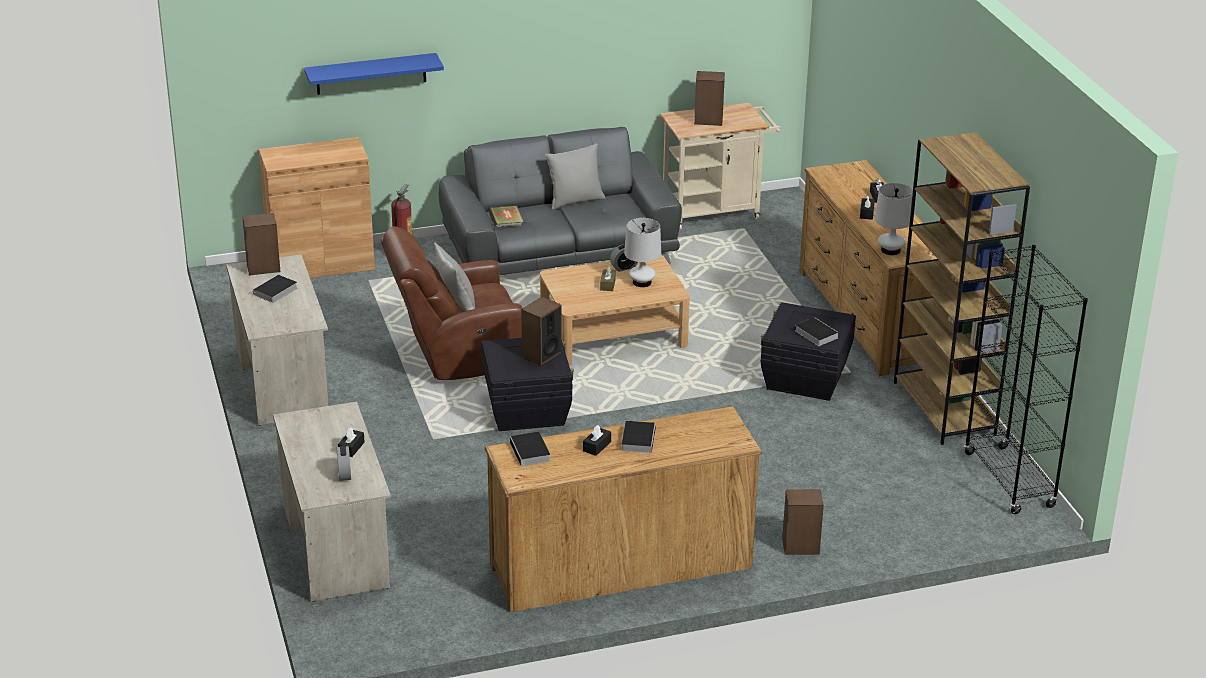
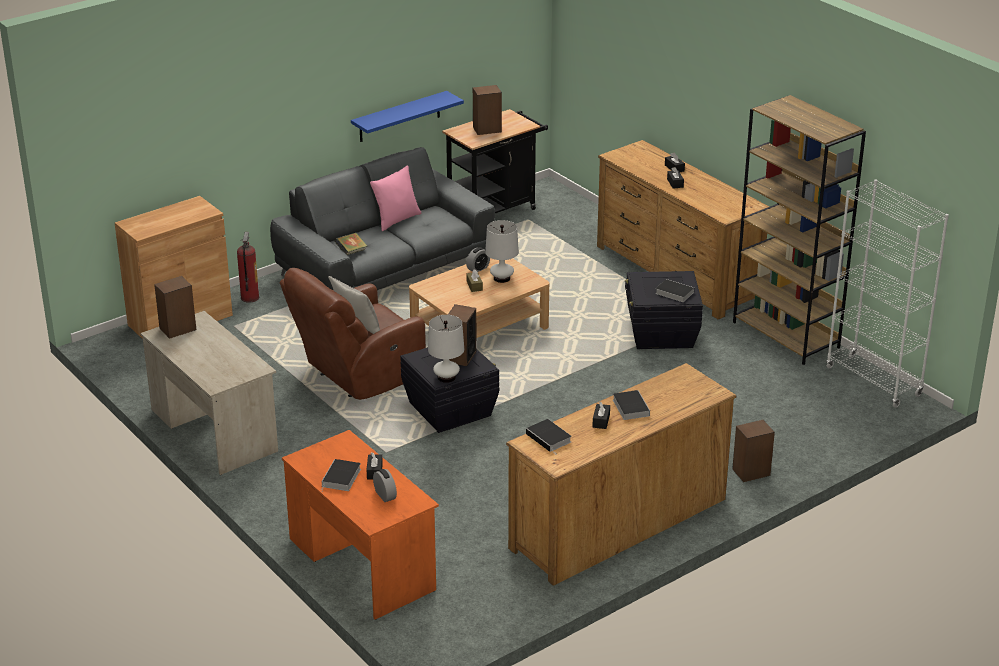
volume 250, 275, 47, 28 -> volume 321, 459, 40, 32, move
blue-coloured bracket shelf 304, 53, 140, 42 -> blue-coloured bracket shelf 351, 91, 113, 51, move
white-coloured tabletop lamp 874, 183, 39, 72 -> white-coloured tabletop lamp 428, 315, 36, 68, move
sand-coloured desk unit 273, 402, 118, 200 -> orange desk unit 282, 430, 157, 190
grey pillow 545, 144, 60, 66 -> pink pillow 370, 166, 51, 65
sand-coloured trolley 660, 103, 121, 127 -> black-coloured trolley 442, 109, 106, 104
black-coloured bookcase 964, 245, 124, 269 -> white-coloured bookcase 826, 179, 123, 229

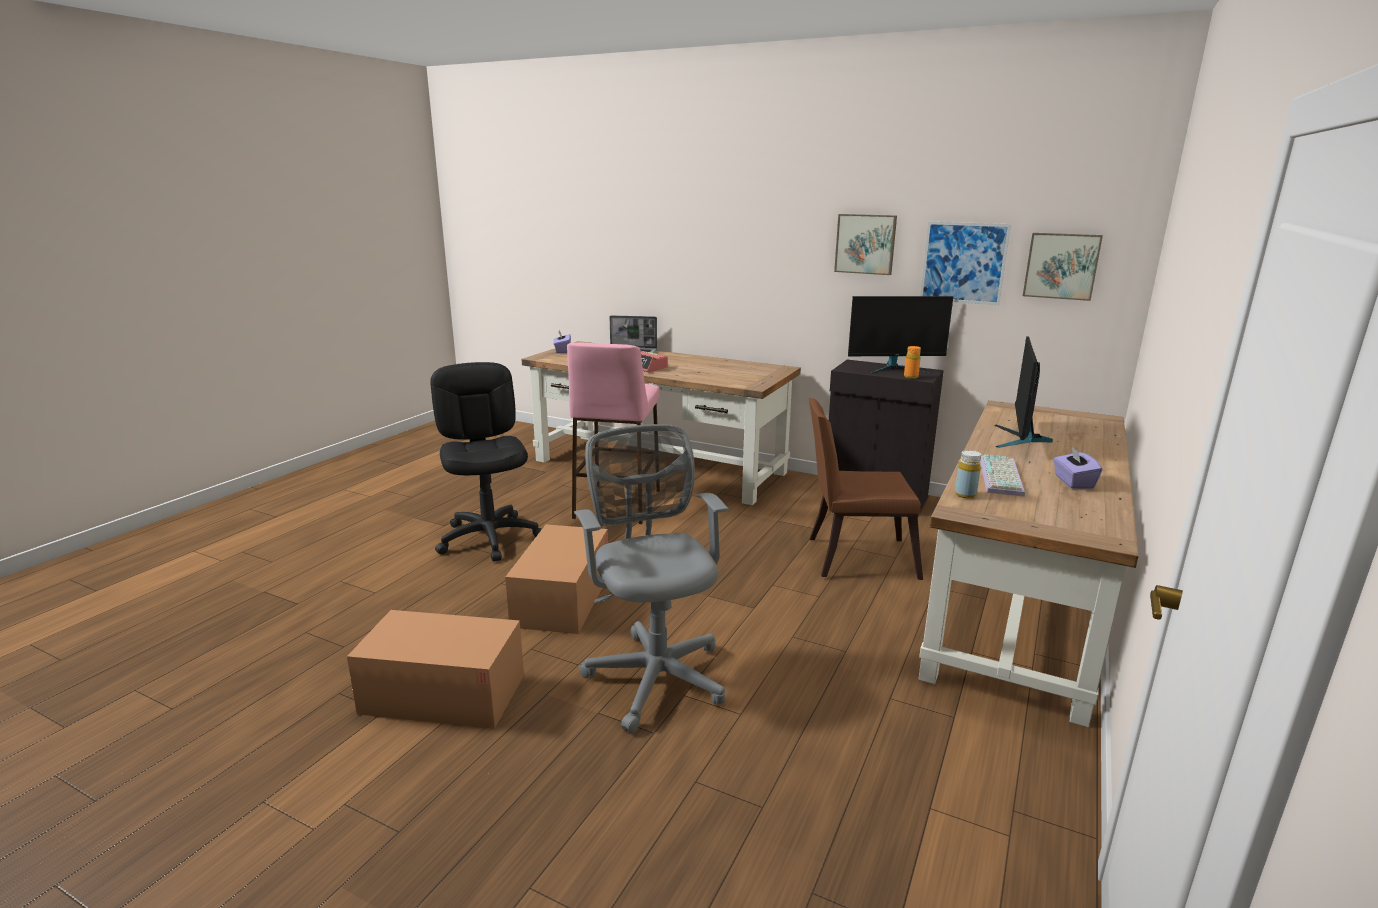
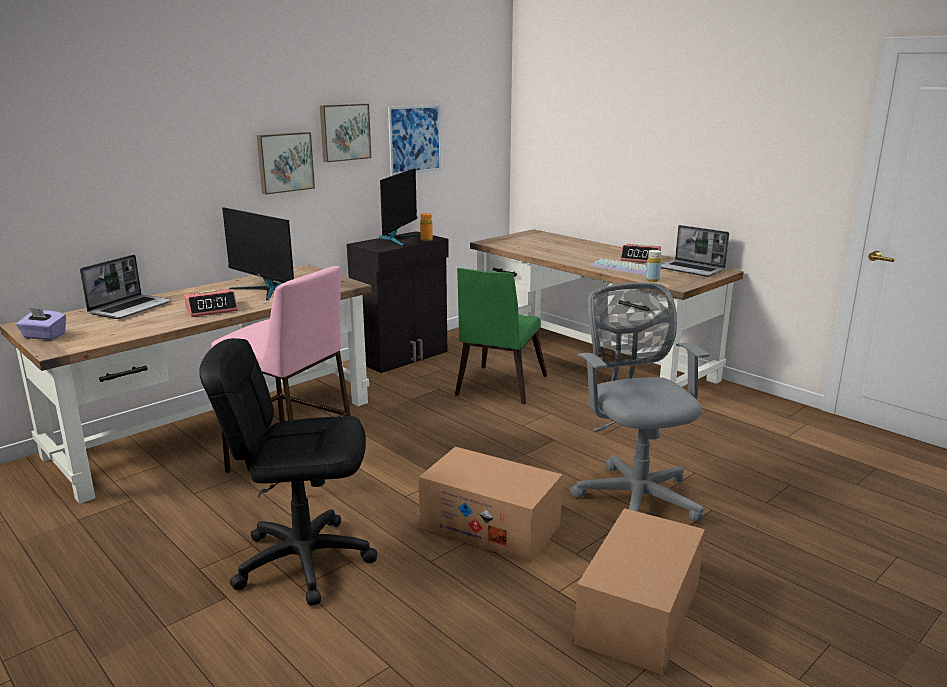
none -> notebook computer 661, 225, 68, 52
monitor 994, 336, 59, 112 -> monitor 222, 207, 72, 94, move
wall picture 1023, 233, 80, 68 -> wall picture 257, 132, 58, 63, move
purple tissue box 1053, 446, 49, 43 -> table clock 621, 244, 40, 19
brown chair 809, 398, 114, 182 -> green chair 455, 268, 93, 137
grey desk chair 574, 424, 154, 309 -> grey desk chair 570, 283, 140, 238, 75 degrees clockwise

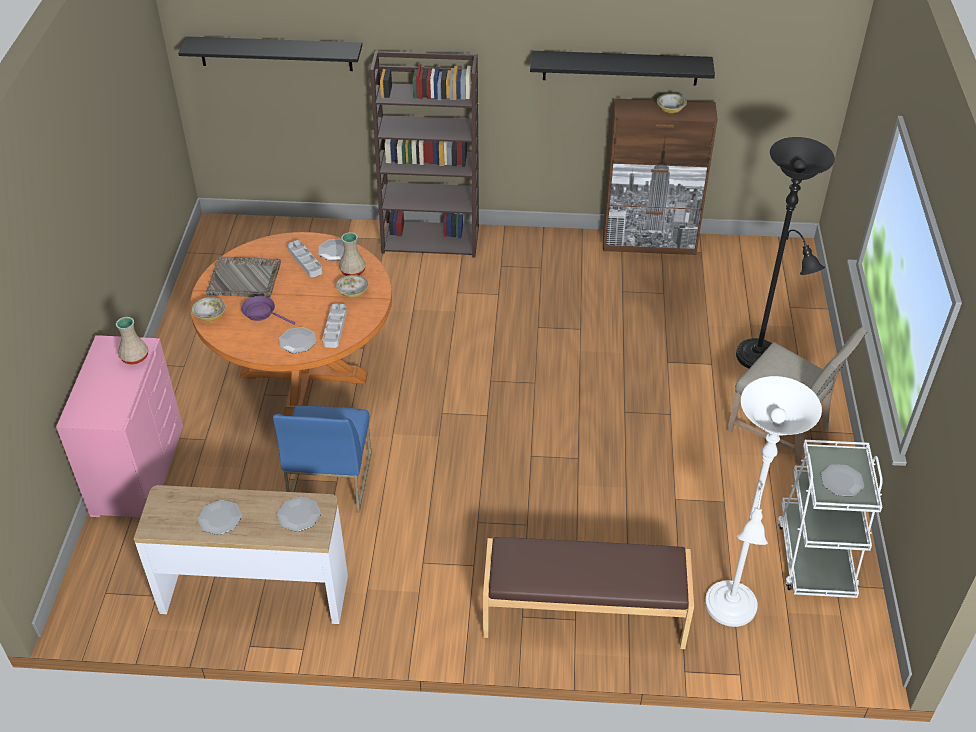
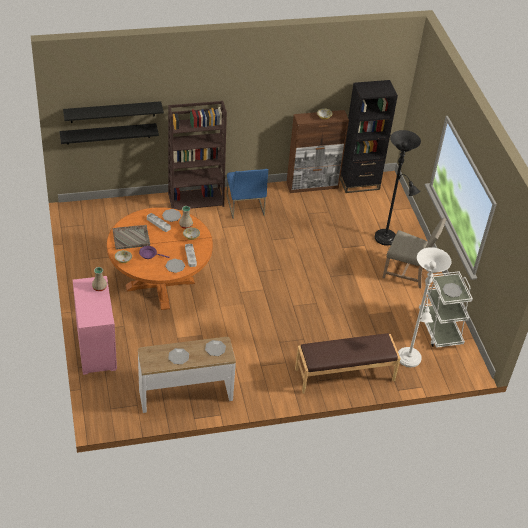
none -> black-coloured bookcase 340, 80, 58, 113
blue-coloured chair 273, 405, 99, 107 -> blue-coloured chair 227, 169, 41, 50, move
black-coloured bracket shelf 530, 51, 185, 35 -> black-coloured bracket shelf 59, 123, 100, 22, move

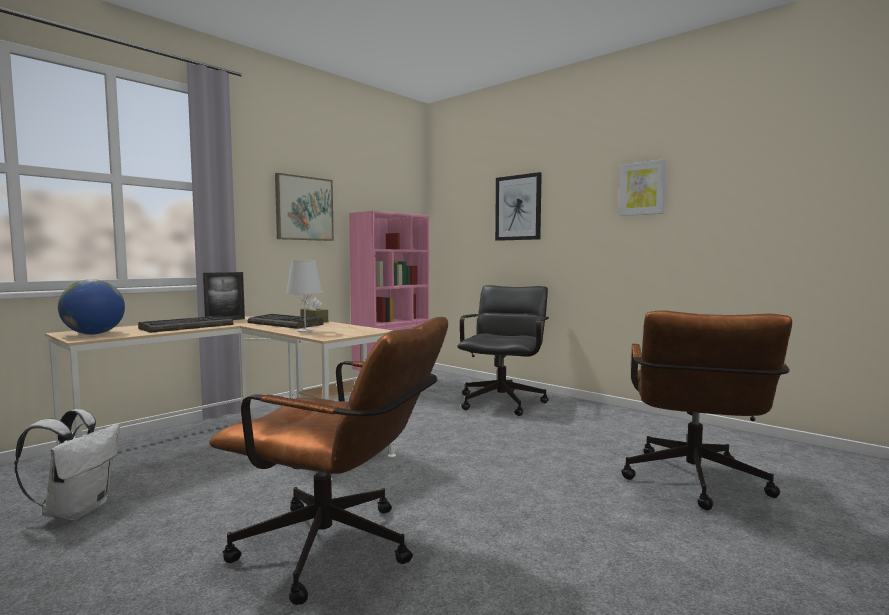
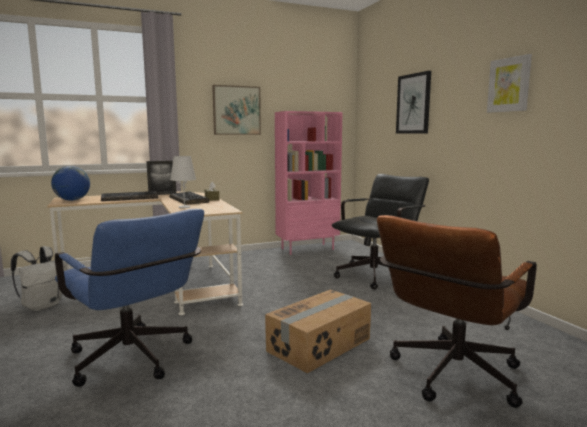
none -> carton 265, 290, 106, 83
brown desk chair 209, 317, 239, 288 -> blue-coloured desk chair 55, 209, 149, 178

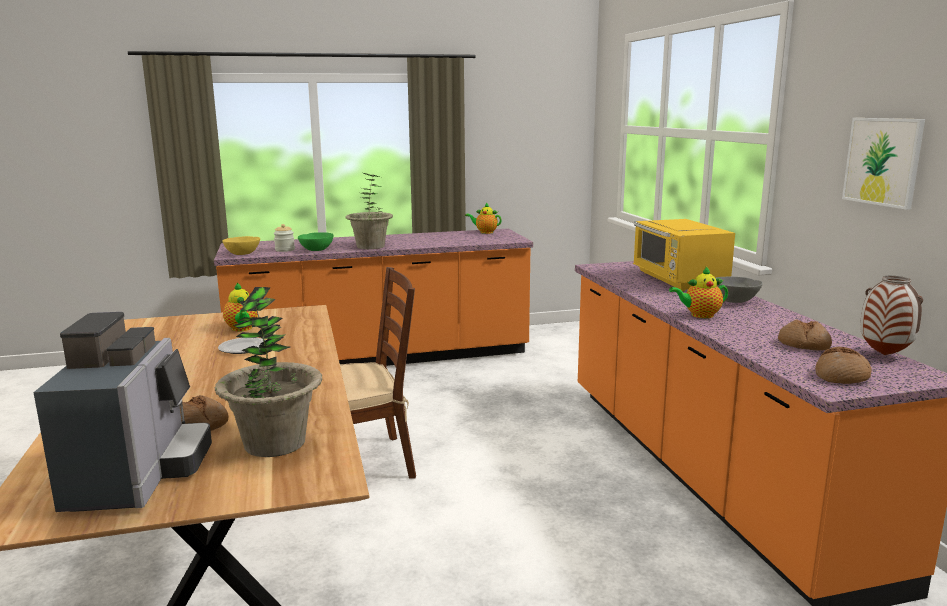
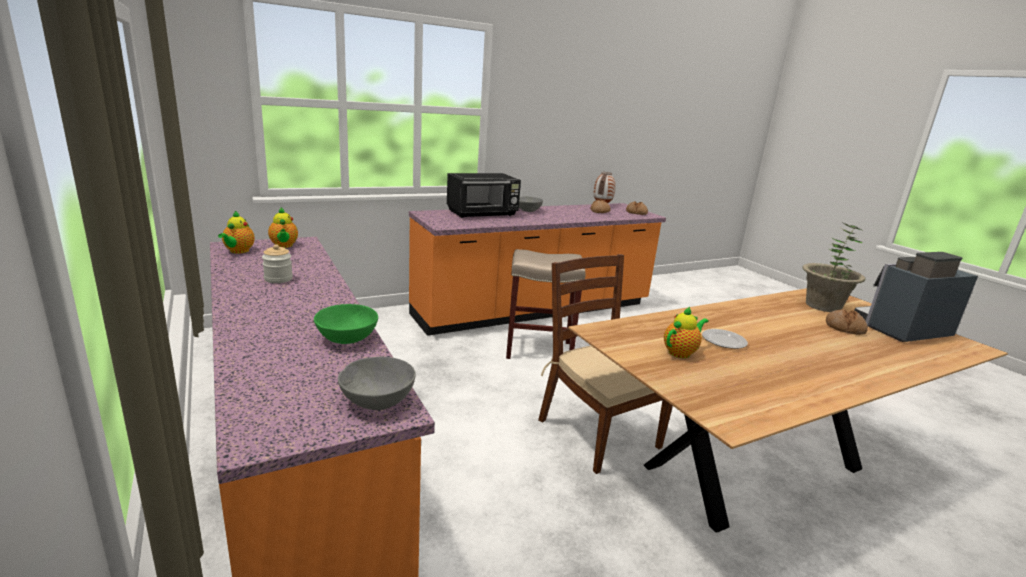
potted plant 345, 173, 48, 76 -> none
wall picture 842, 118, 83, 92 -> none
none -> sand-coloured stool seat 506, 249, 79, 110
preserve jar 274, 224, 21, 28 -> preserve jar 262, 244, 31, 39, move
teapot 669, 266, 59, 52 -> teapot 268, 207, 30, 41, move
yellowish deep dish 222, 236, 38, 19 -> grey deep dish 338, 357, 78, 53
yellowish microwave 633, 219, 102, 72 -> black-coloured microwave 447, 173, 74, 45

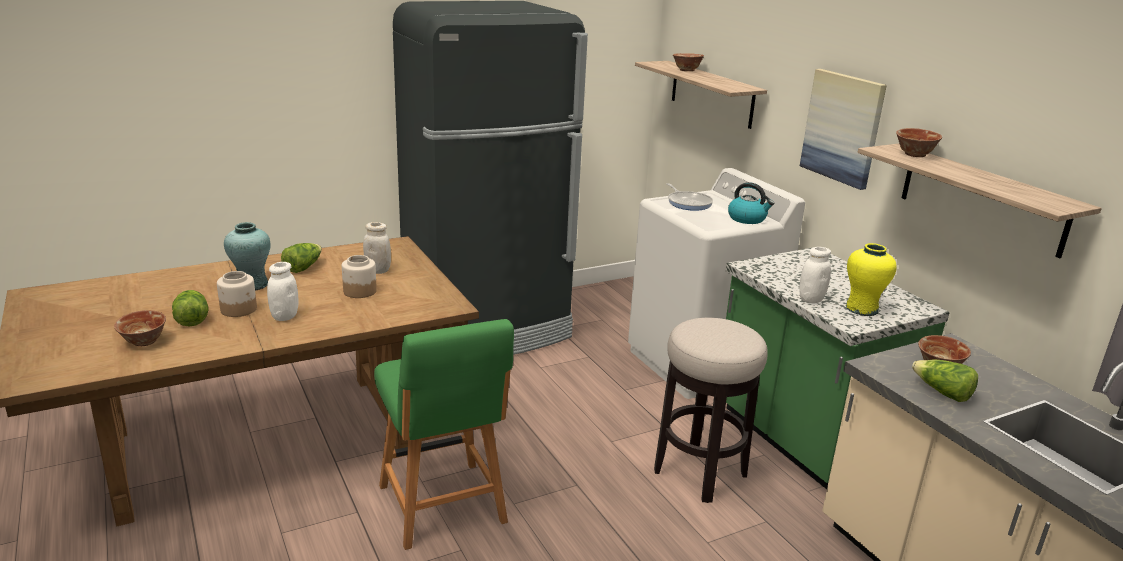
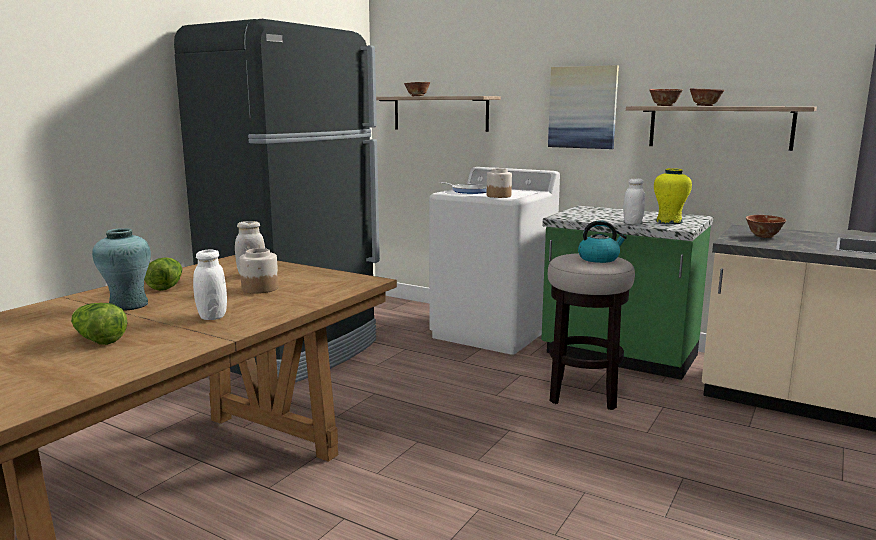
green chair 374, 319, 140, 231 -> none
lettuce 912, 360, 66, 42 -> none
deep dish 114, 310, 52, 36 -> deep dish 690, 88, 35, 18, move
preserve jar 217, 271, 40, 46 -> preserve jar 487, 168, 25, 30, move
tea kettle 728, 182, 46, 42 -> tea kettle 578, 220, 49, 43, move

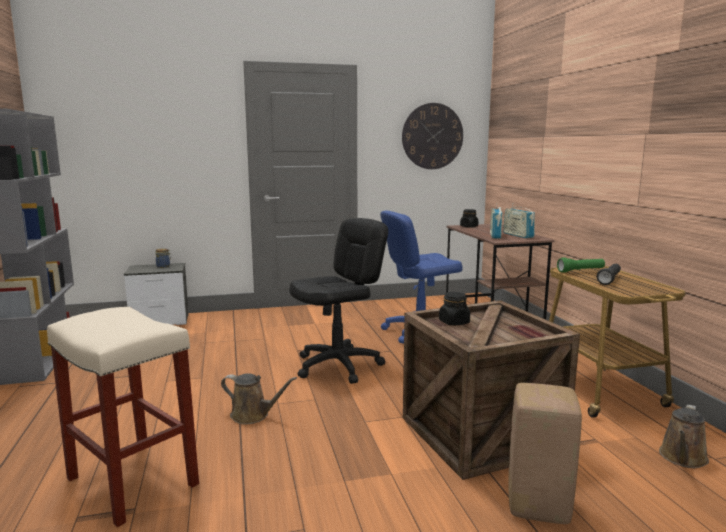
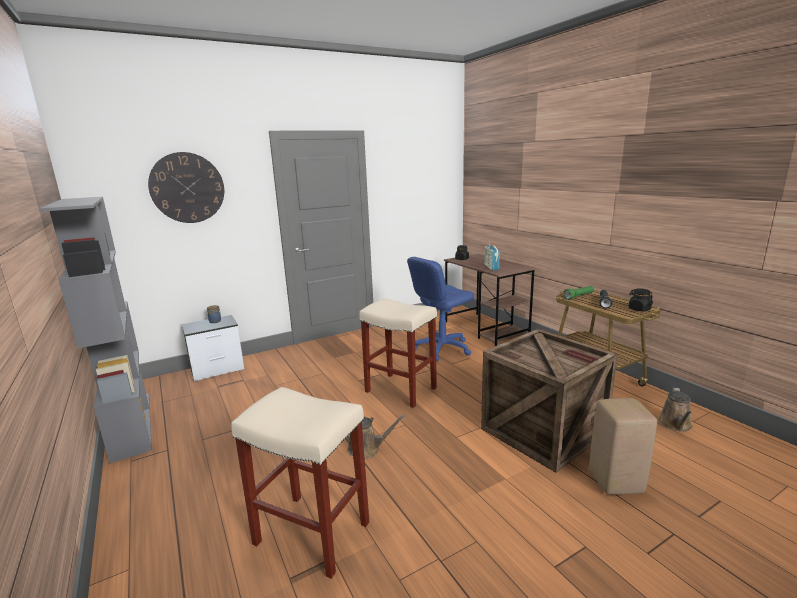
radio receiver 503, 203, 32, 35 -> none
wall clock 402, 103, 61, 66 -> wall clock 148, 152, 76, 71, move
black-coloured preserve jar 439, 292, 31, 34 -> black-coloured preserve jar 628, 288, 25, 24, move
black-coloured desk chair 289, 218, 99, 166 -> sand-coloured stool seat 359, 299, 78, 109

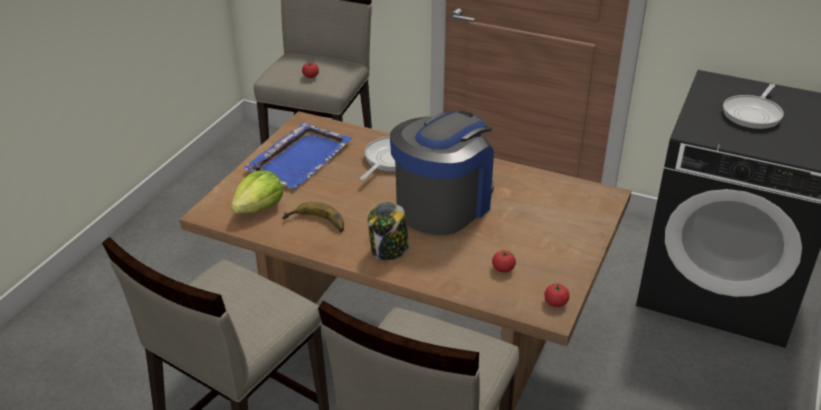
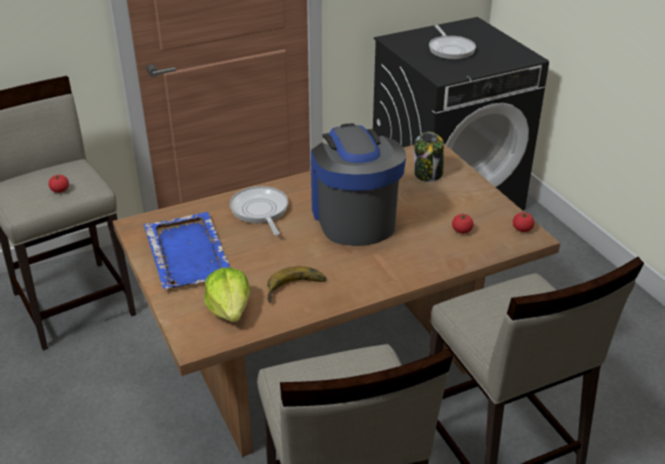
preserve jar 368, 202, 41, 59 -> preserve jar 414, 132, 30, 50, move

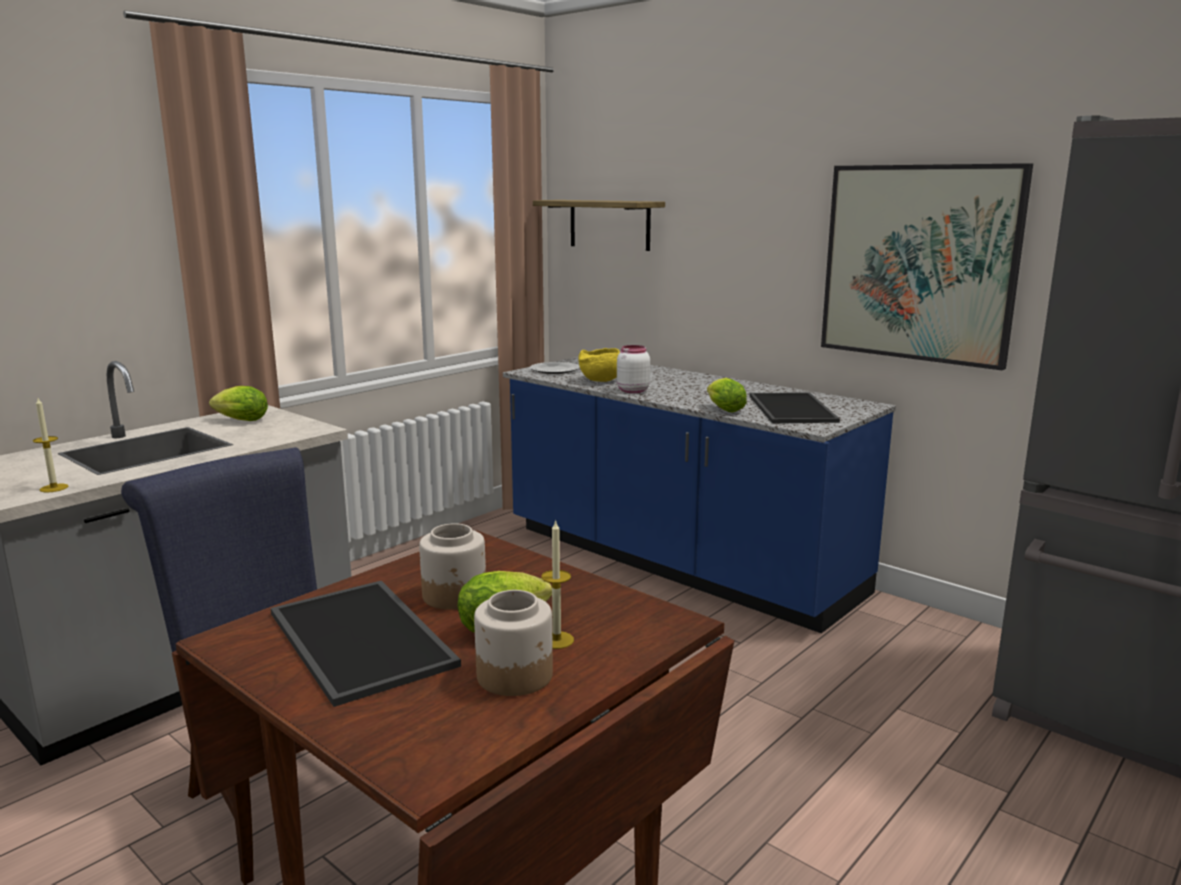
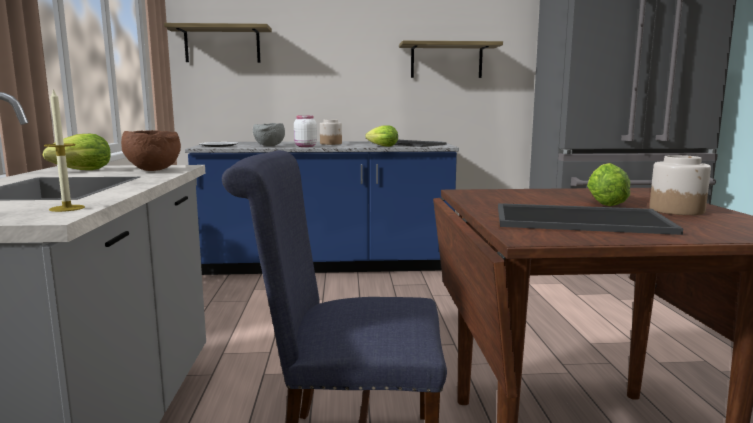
wax light 541, 519, 33, 130 -> none
none -> brown deep dish 121, 130, 60, 41
preserve jar 419, 523, 67, 87 -> preserve jar 320, 119, 22, 26, move
wall picture 821, 163, 212, 207 -> bracket shelf 399, 41, 104, 37
yellowish deep dish 578, 348, 42, 34 -> grey deep dish 253, 123, 32, 23

